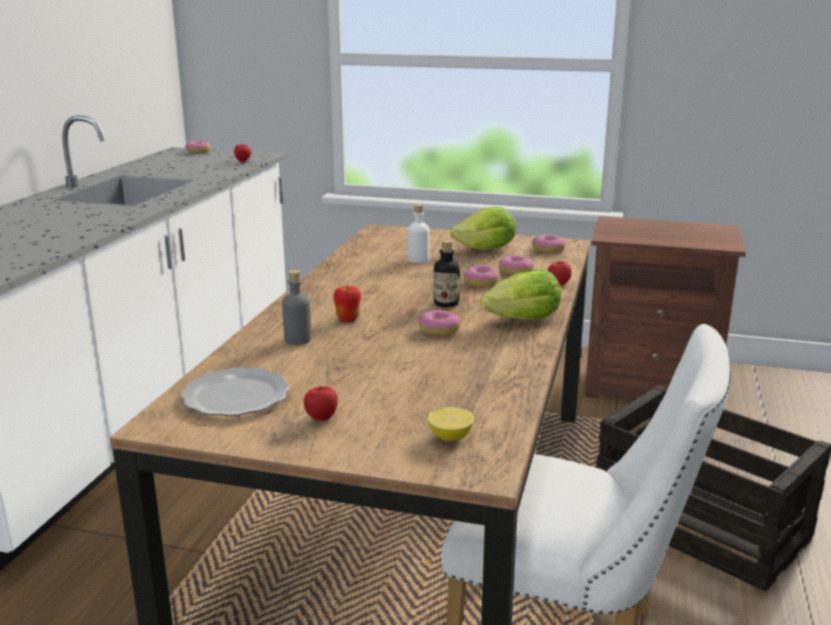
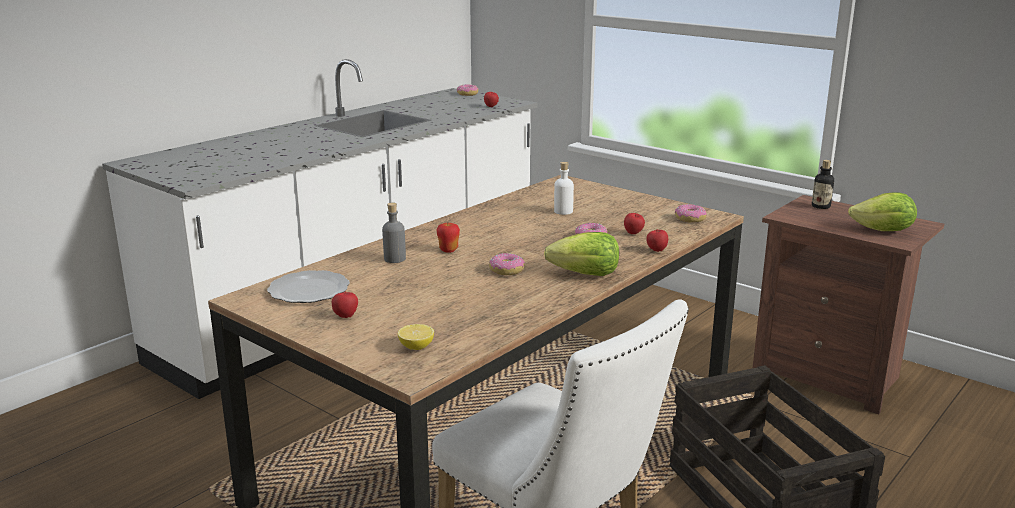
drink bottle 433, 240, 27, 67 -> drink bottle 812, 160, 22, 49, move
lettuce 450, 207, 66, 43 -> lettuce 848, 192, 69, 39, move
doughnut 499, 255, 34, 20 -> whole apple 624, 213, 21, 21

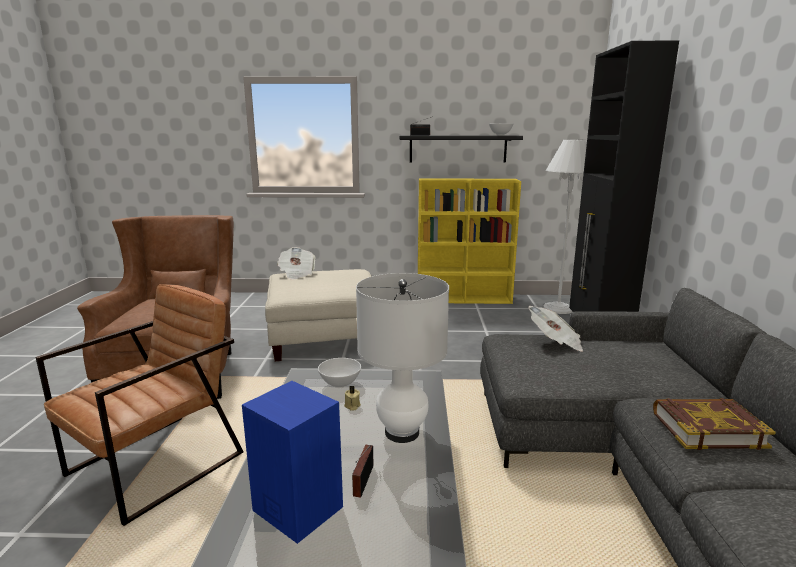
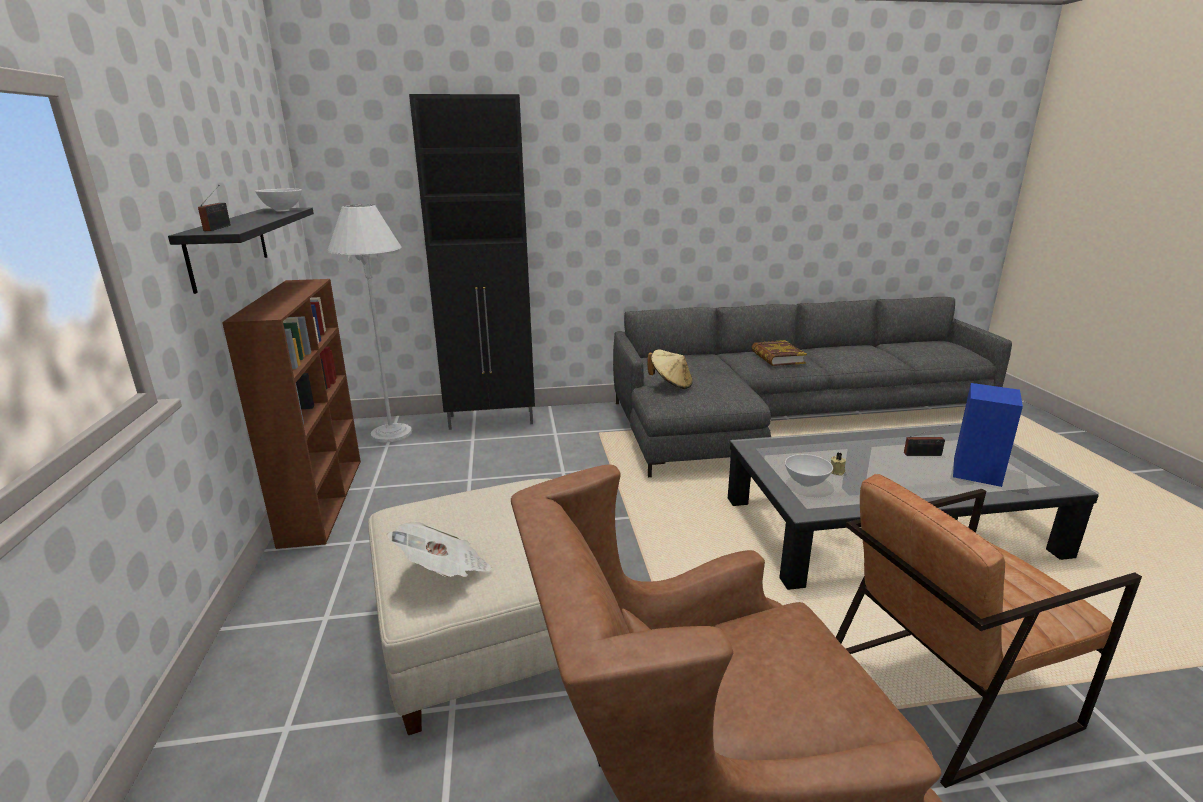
white-coloured tabletop lamp 356, 273, 93, 170 -> none
daily paper 528, 306, 55, 45 -> sand-coloured hat 647, 349, 46, 40
yellowish bookcase 418, 178, 103, 126 -> brown bookcase 222, 279, 139, 270
brown armchair 36, 284, 208, 242 -> brown armchair 836, 474, 306, 314, 45 degrees counterclockwise

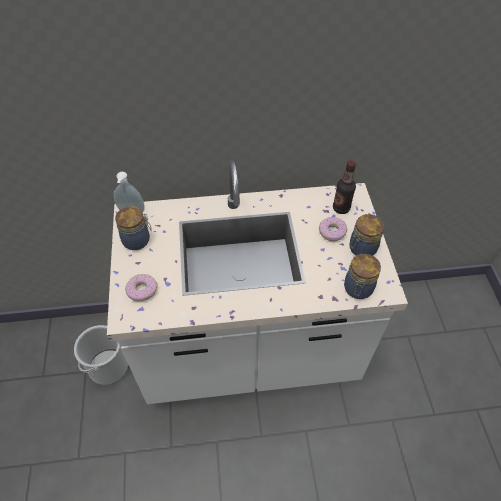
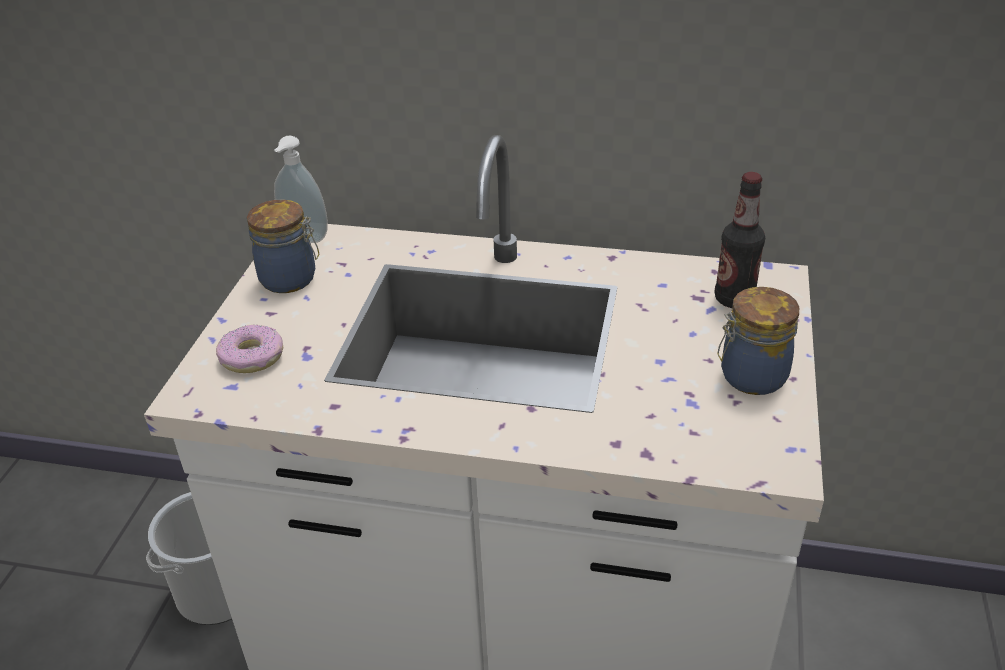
doughnut 319, 217, 28, 24 -> none
preserve jar 344, 254, 37, 45 -> none

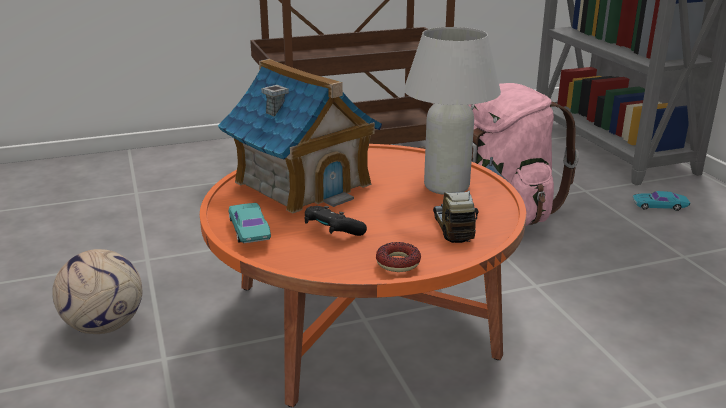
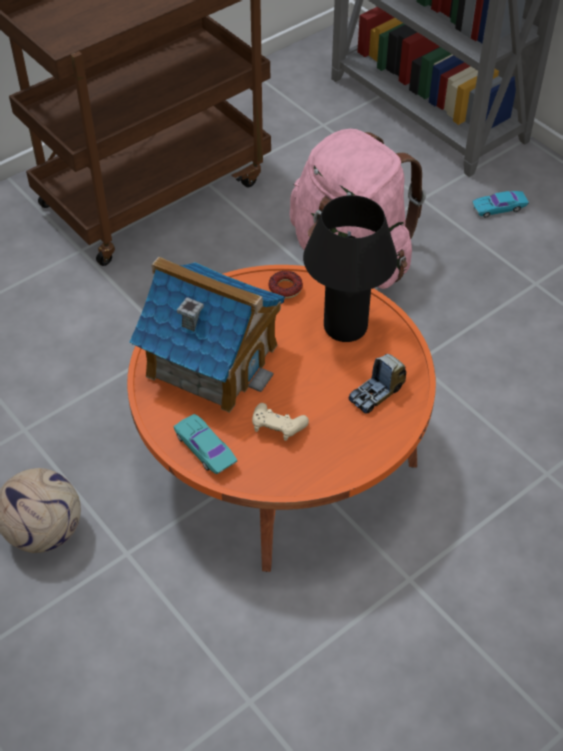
doughnut 376, 242, 45, 30 -> doughnut 269, 271, 34, 28, move
black-coloured joypad 305, 206, 62, 30 -> sand-coloured joypad 252, 403, 57, 38
white-coloured tabletop lamp 404, 27, 97, 168 -> black-coloured tabletop lamp 303, 195, 95, 147
model truck 433, 190, 45, 53 -> model truck 349, 354, 57, 60, 105 degrees counterclockwise

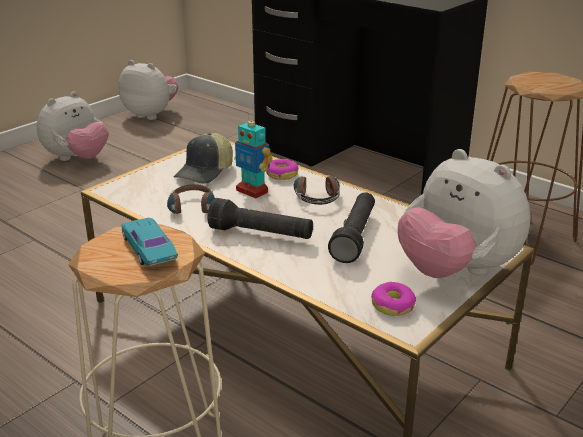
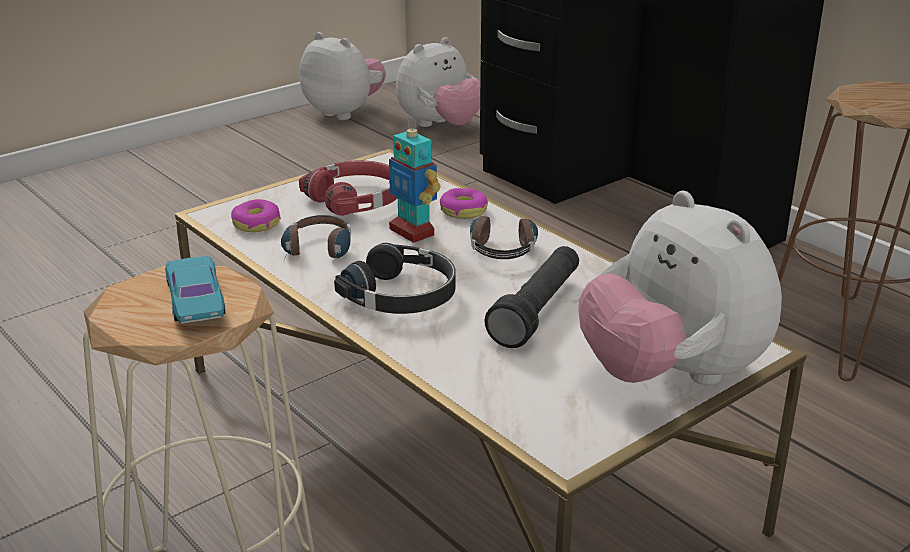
cuddly toy 37, 91, 71, 70 -> cuddly toy 396, 37, 84, 90, move
doughnut 371, 282, 45, 34 -> doughnut 231, 199, 50, 33, move
peaked cap 174, 133, 59, 51 -> red headphones 299, 160, 99, 56
black-coloured hand torch 207, 198, 106, 41 -> black-coloured headphones 334, 243, 122, 71

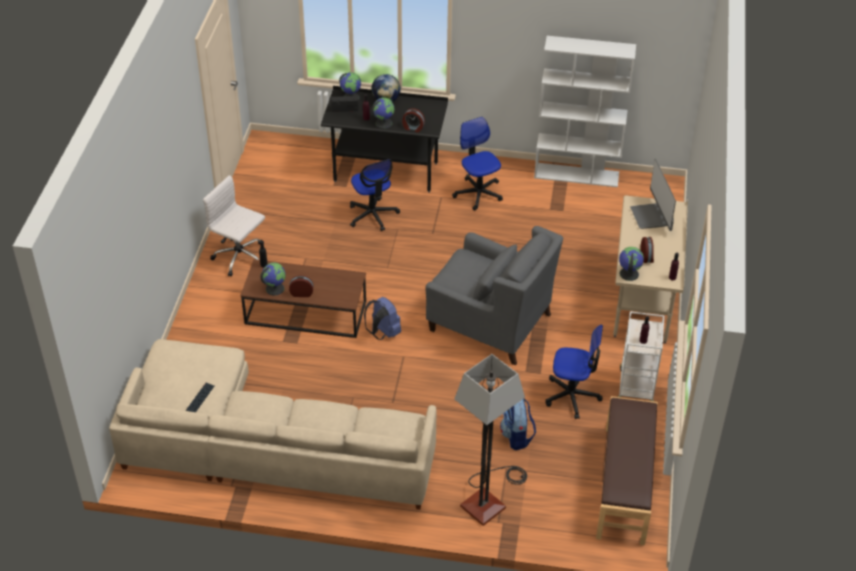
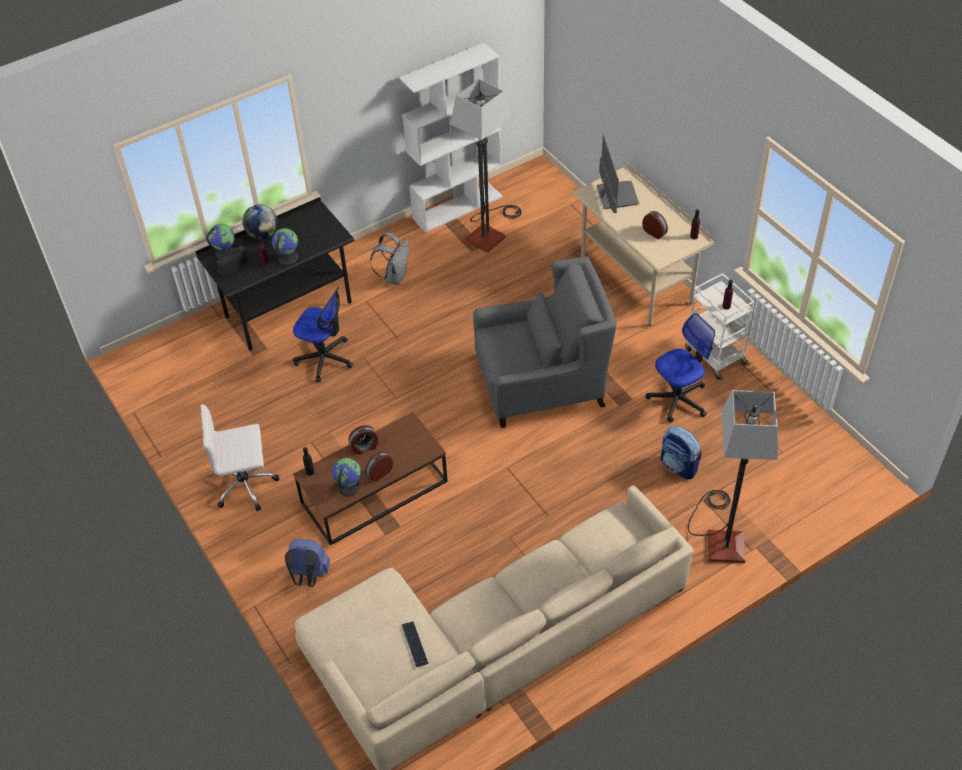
brown bench 596, 396, 62, 150 -> none
globe 619, 247, 25, 34 -> none
none -> standard lamp 450, 79, 72, 174
blue-coloured knapsack 364, 297, 37, 43 -> blue-coloured knapsack 285, 539, 45, 48, move
table clock 402, 108, 23, 24 -> table clock 348, 425, 30, 30, move
desk chair 452, 117, 51, 93 -> grey knapsack 370, 232, 39, 53
monitor 630, 158, 46, 73 -> monitor 597, 134, 42, 79, 135 degrees counterclockwise

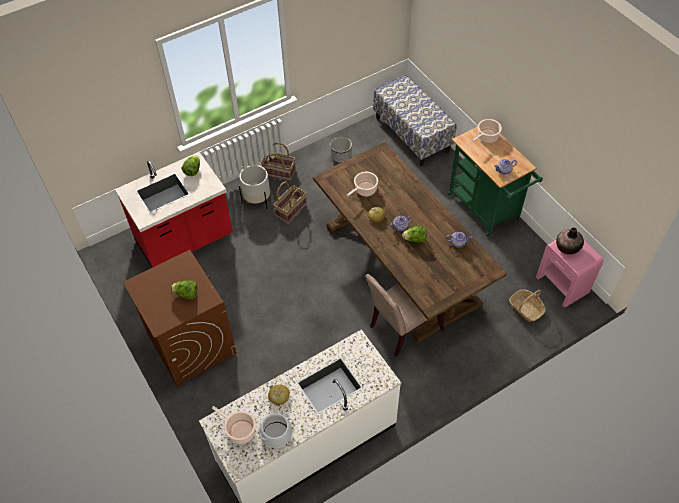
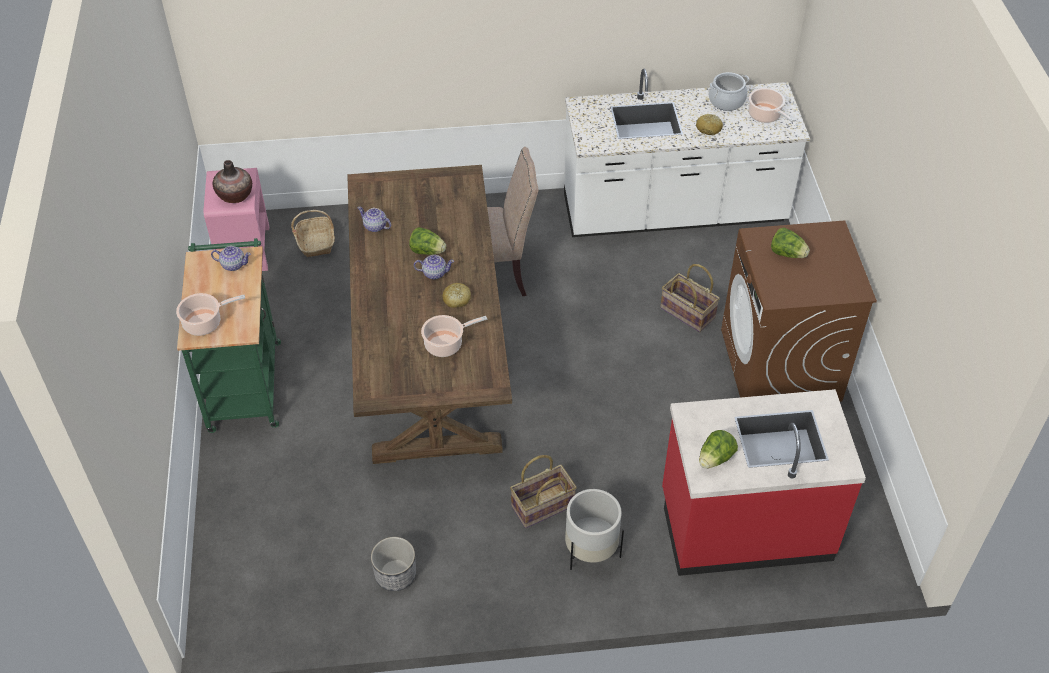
bench 373, 75, 83, 91 -> none
storage basket 261, 143, 35, 38 -> storage basket 660, 264, 60, 68, move

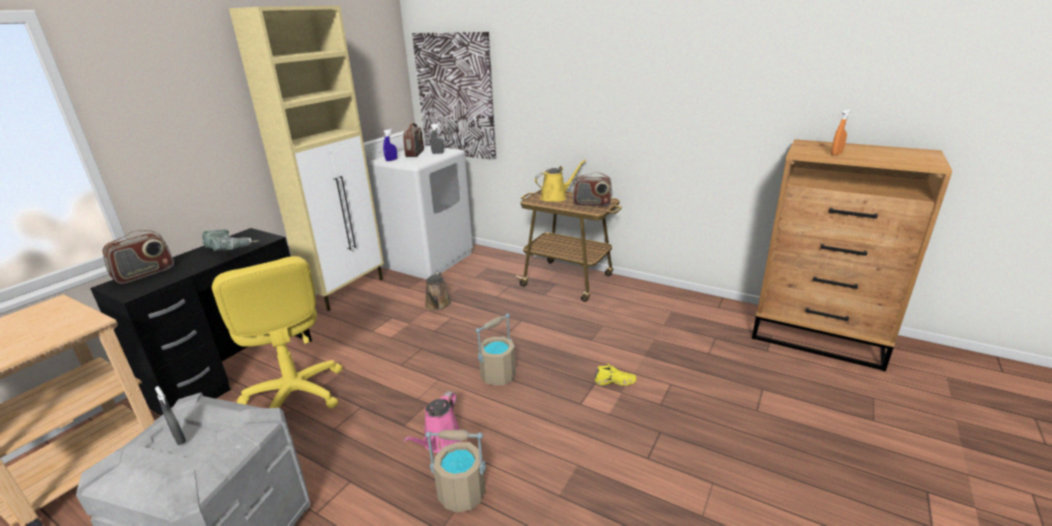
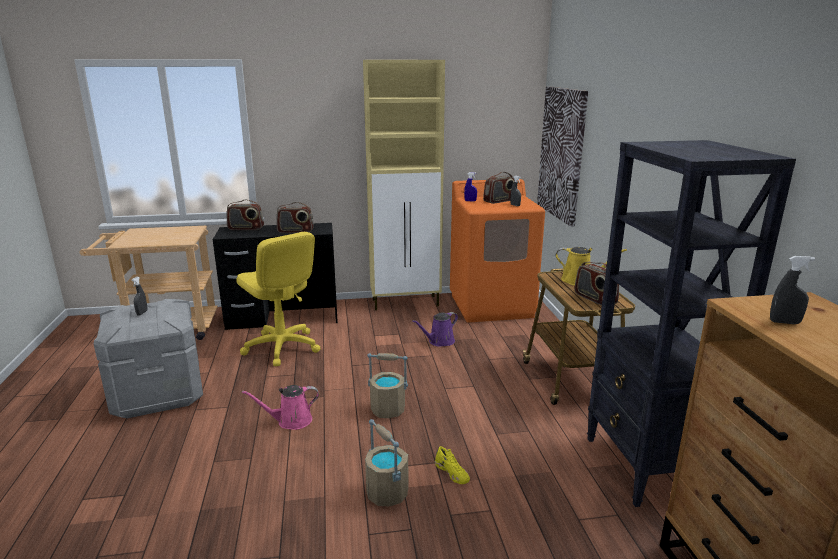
none -> black-coloured bookcase 587, 140, 209, 367
sand-coloured pail 425, 430, 61, 83 -> sand-coloured pail 365, 419, 44, 87, move
electric drill 202, 230, 57, 21 -> radio receiver 276, 202, 38, 31
white-coloured laundry appliance 363, 130, 110, 149 -> orange laundry appliance 450, 179, 95, 143
brown sprinkling can 425, 272, 27, 38 -> purple sprinkling can 412, 312, 46, 35
orange sprayer 831, 109, 20, 47 -> grey sprayer 770, 256, 45, 68
yellowish desk chair 212, 256, 130, 153 -> yellowish desk chair 236, 232, 85, 134, 60 degrees counterclockwise

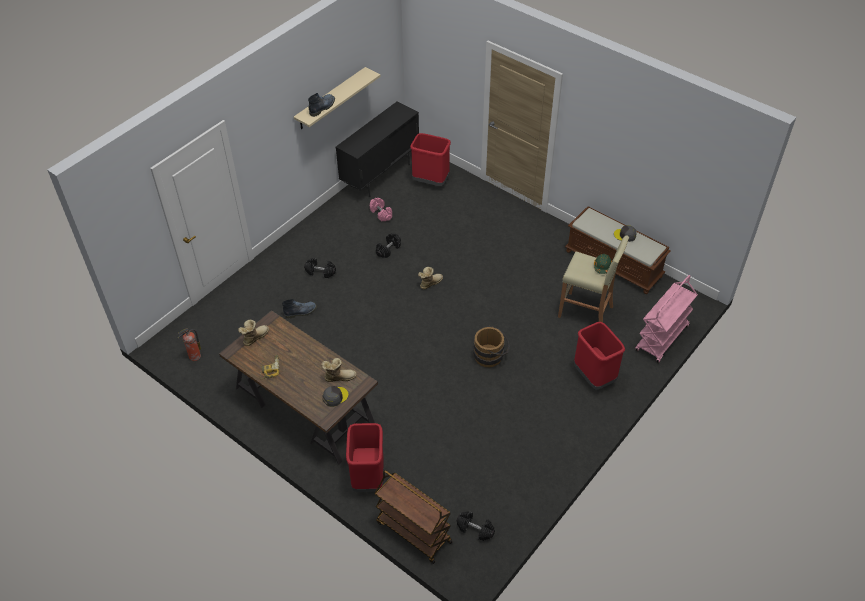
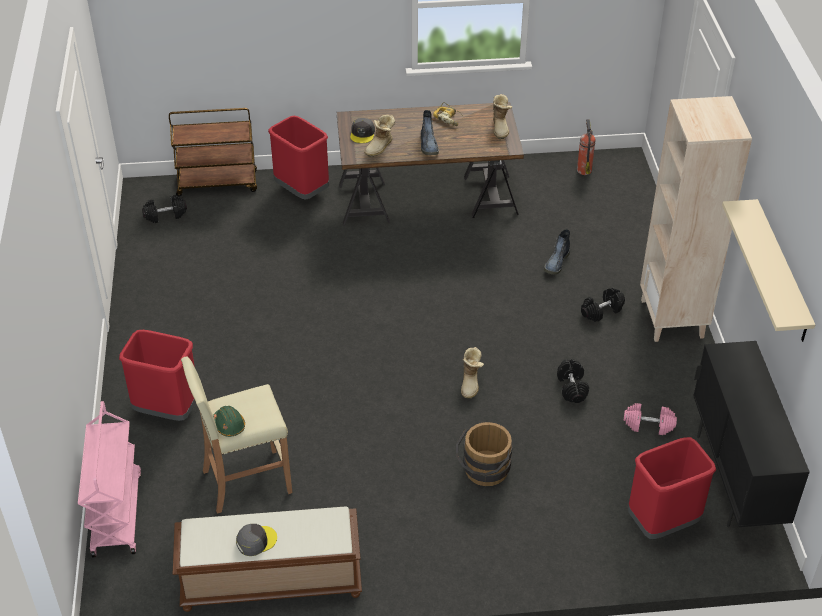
none -> sand-coloured bookcase 640, 96, 112, 246
tall boot 308, 93, 27, 24 -> tall boot 421, 110, 18, 45, move
brown pail 473, 326, 37, 41 -> brown pail 456, 422, 56, 64, move

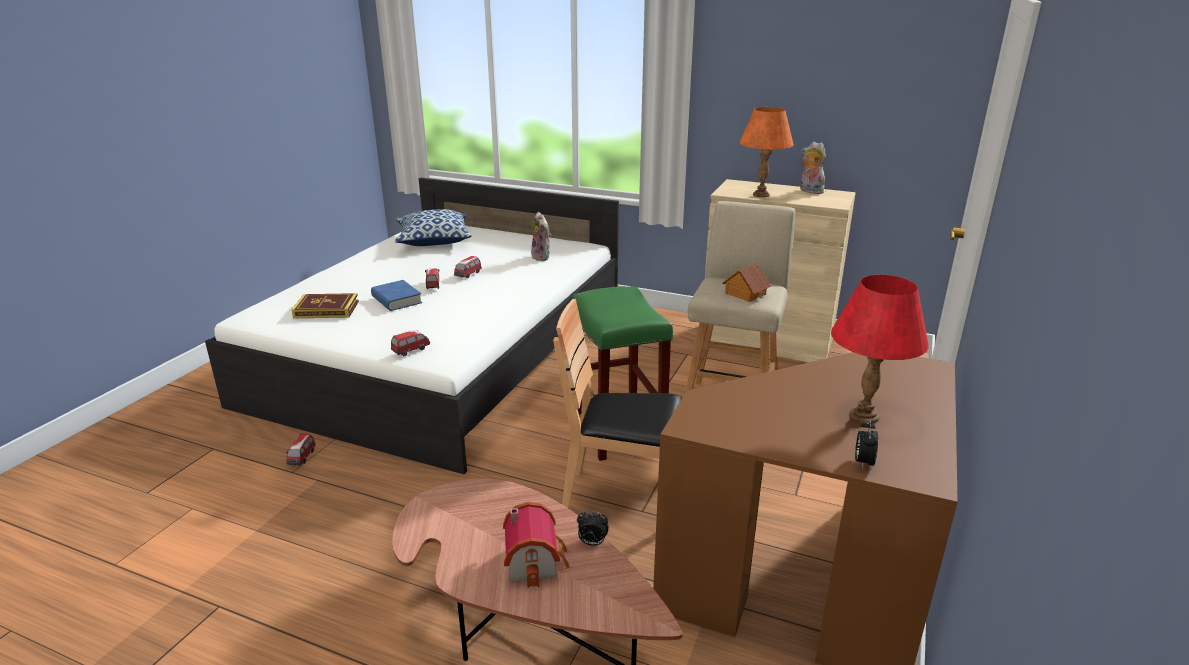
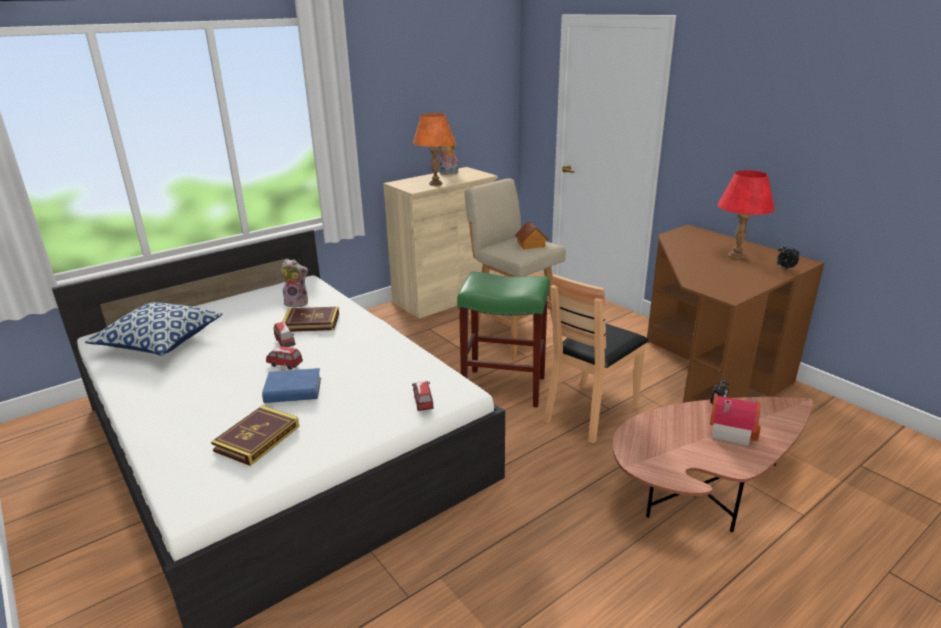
model car 286, 434, 29, 31 -> none
none -> volume 282, 307, 57, 25

